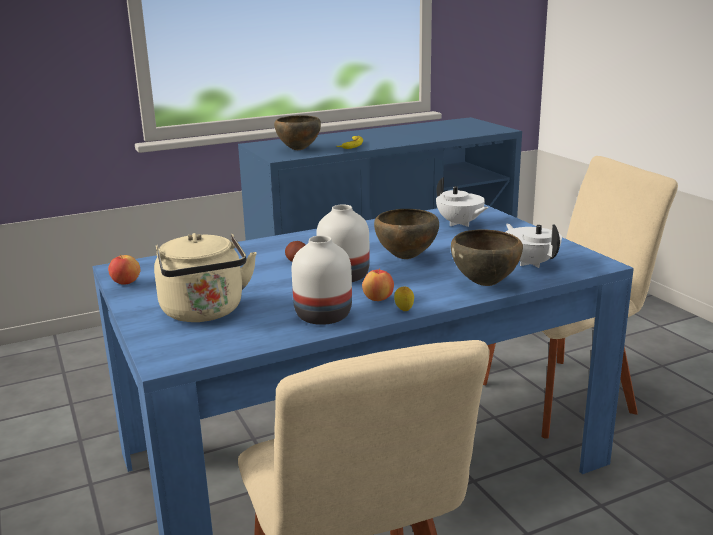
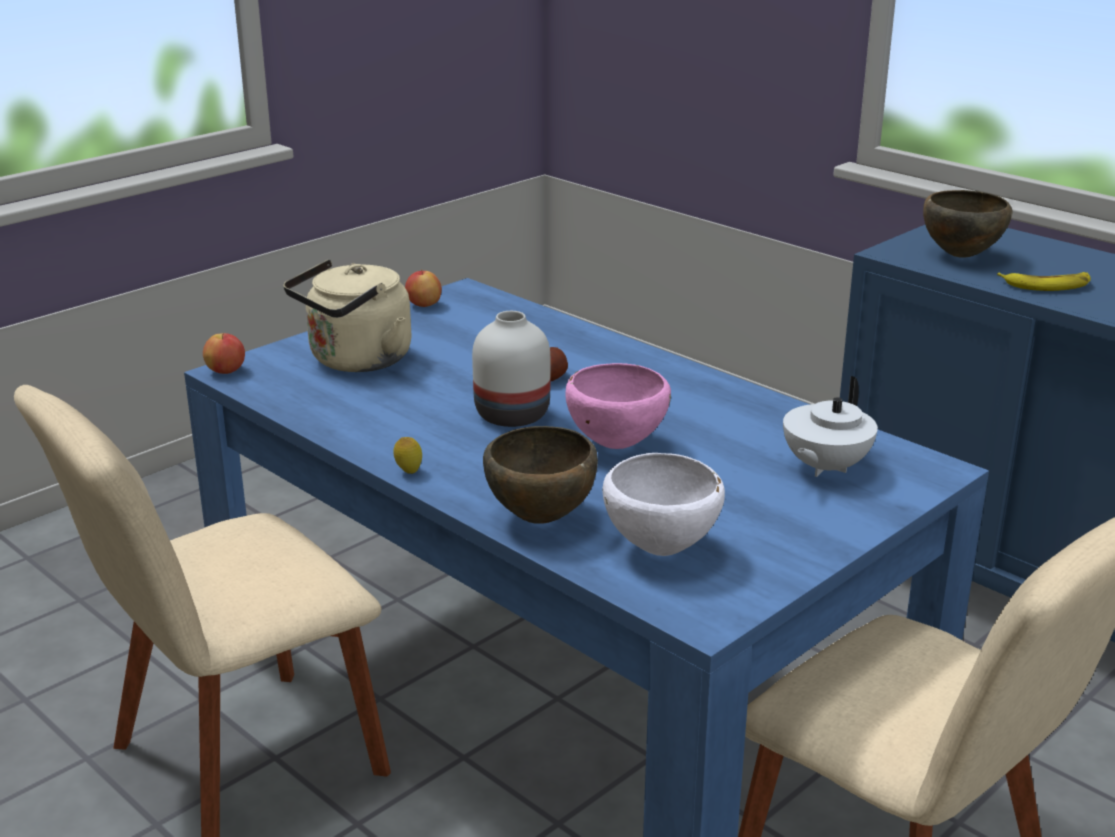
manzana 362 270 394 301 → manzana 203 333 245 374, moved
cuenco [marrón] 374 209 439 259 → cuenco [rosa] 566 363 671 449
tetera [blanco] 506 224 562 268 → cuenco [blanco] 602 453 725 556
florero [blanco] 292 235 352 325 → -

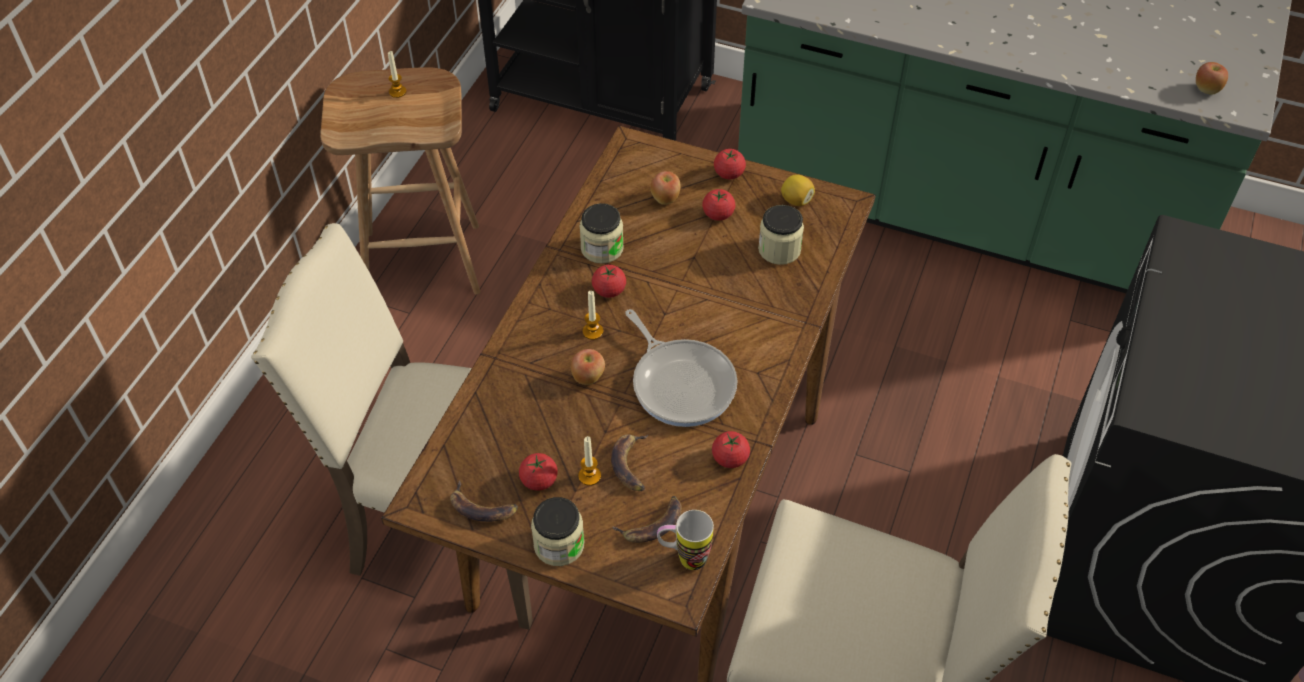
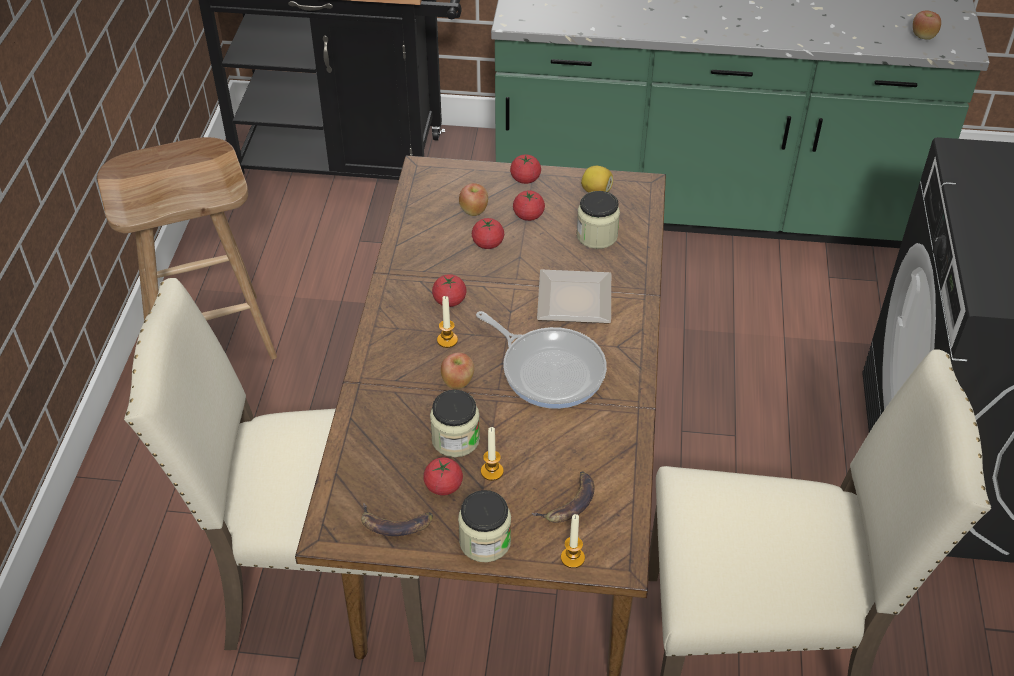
tarro 579 203 624 264 → tarro 430 390 480 457, moved
tomate 712 431 750 468 → tomate 472 218 504 249, moved
- → plato 537 270 611 324
vela 388 51 406 98 → vela 561 514 585 568, moved
plátano 611 434 648 491 → -
taza grande 657 510 714 570 → -

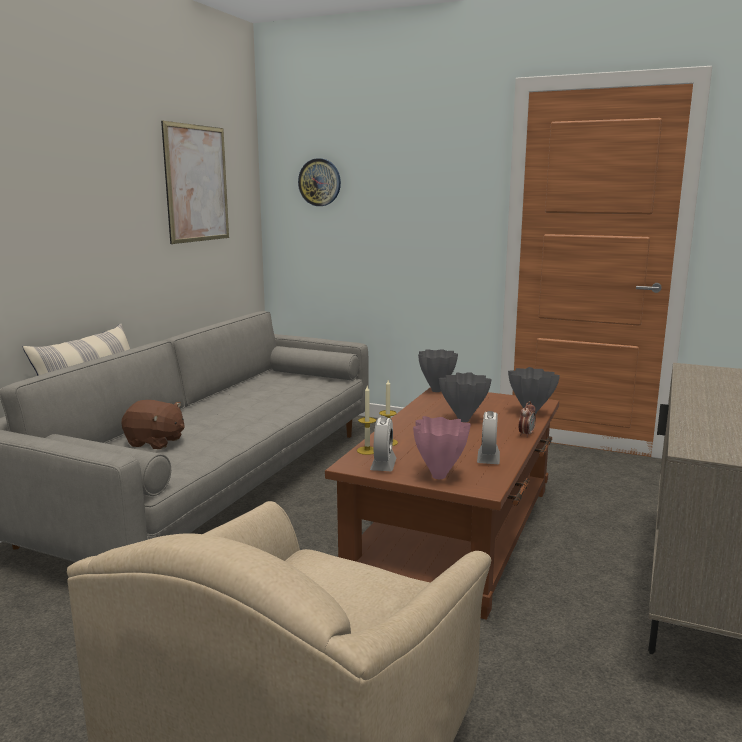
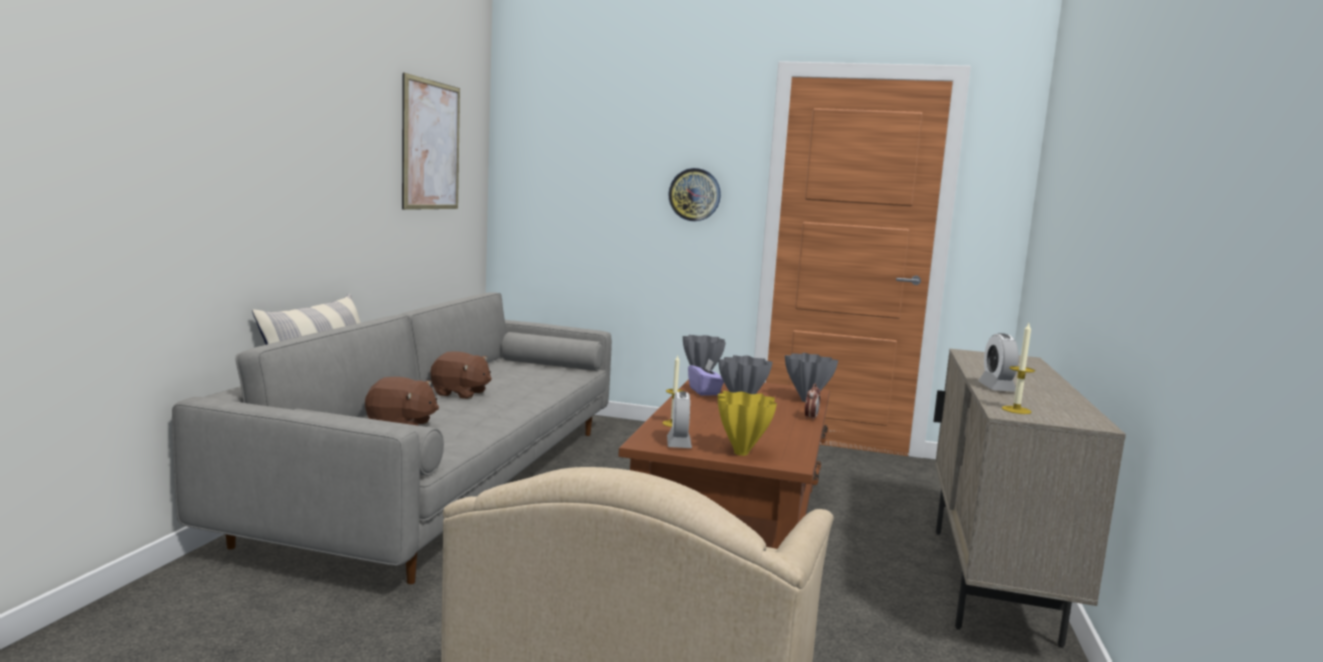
- → peluche [marrón] 430 352 492 399
reloj de pared 298 158 341 206 → reloj de pared 669 168 721 221, moved
- → caja de pañuelos [morado] 688 359 724 396
florero [rosa] 413 416 471 479 → florero [amarillo] 718 391 777 456
despertador 477 411 500 464 → despertador 978 333 1019 392, moved
vela 357 386 376 455 → vela 1002 323 1035 414, moved

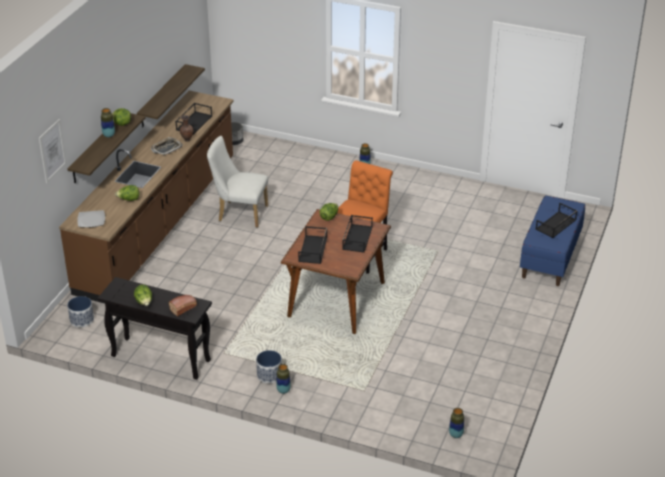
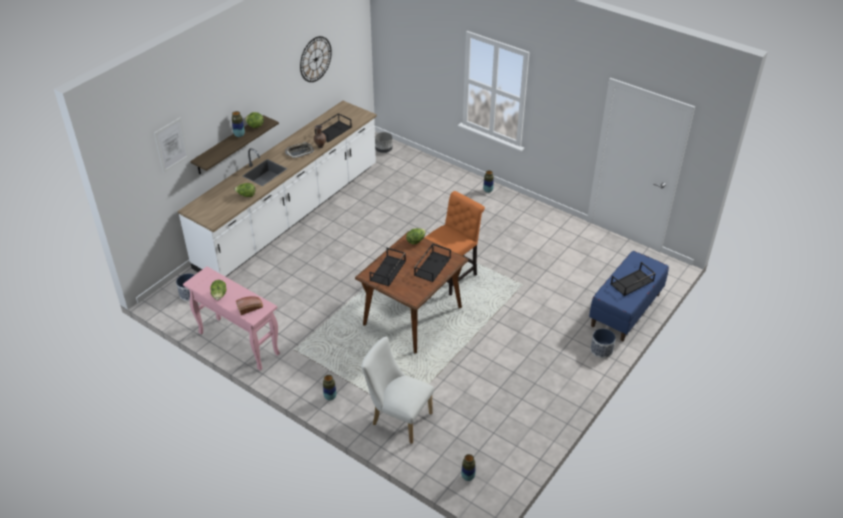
mueble bajo de cocina [marrón] 59 91 233 304 → mueble bajo de cocina [blanco] 178 101 377 277
mesa consola [negro] 98 277 212 380 → mesa consola [rosa] 183 266 280 371
- → reloj de pared 300 36 332 82
silla [blanco] 207 136 268 227 → silla [blanco] 362 337 434 444, moved
maceta 256 350 282 384 → maceta 590 329 616 358, moved
plato 77 210 105 228 → -
estante 137 64 205 127 → -

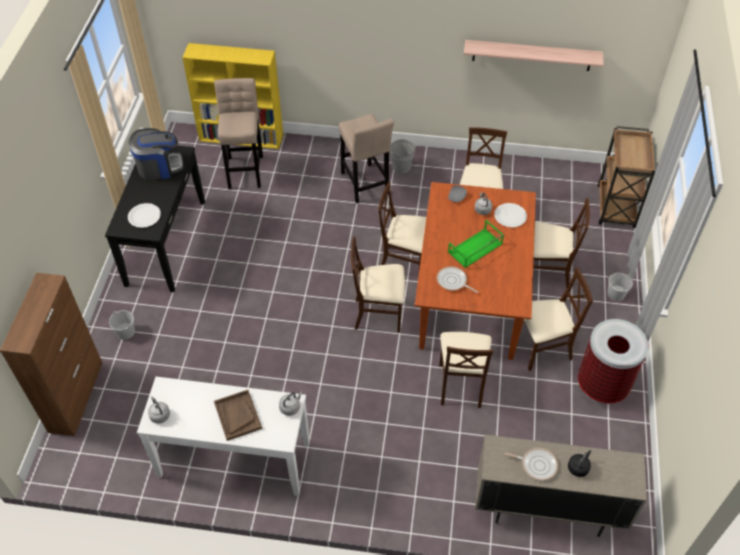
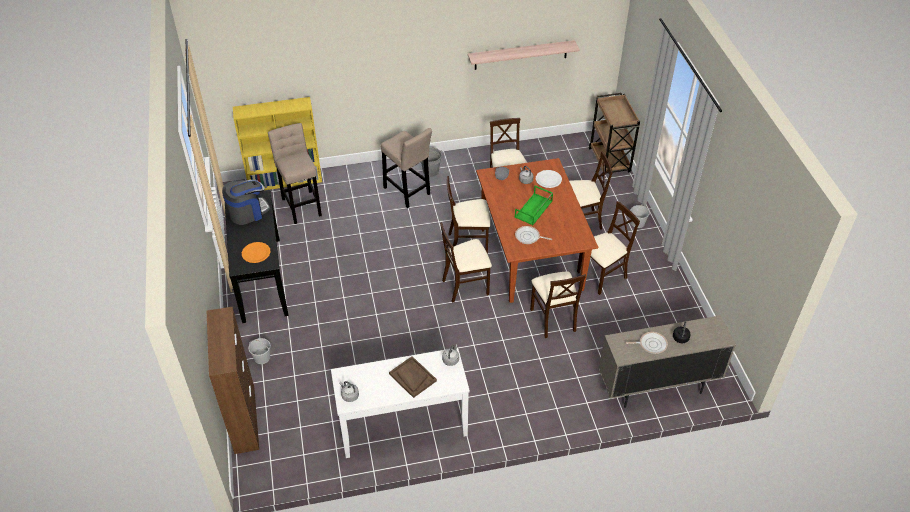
plato [blanco] 128 203 161 228 → plato [naranja] 242 242 270 263
papelera 578 319 648 404 → -

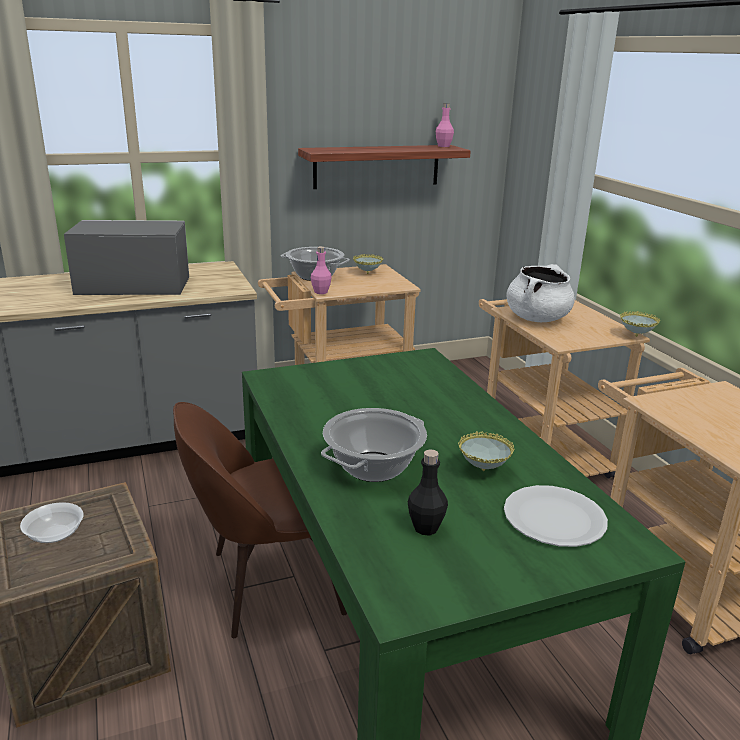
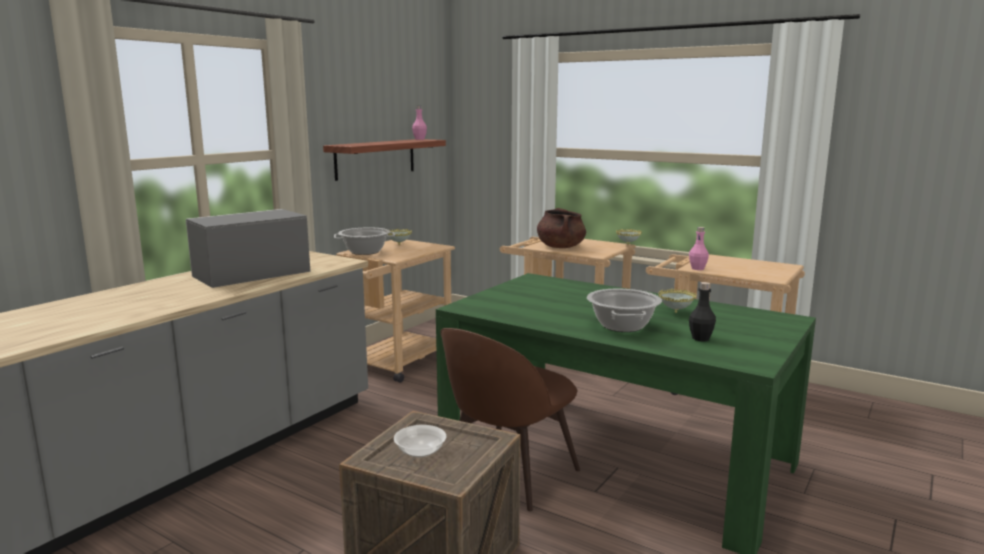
olla [blanco] 507 264 575 322 → olla [marrón] 537 208 586 248
botella [rosa] 311 246 332 294 → botella [rosa] 689 227 709 270, moved
plato [blanco] 504 485 608 547 → -

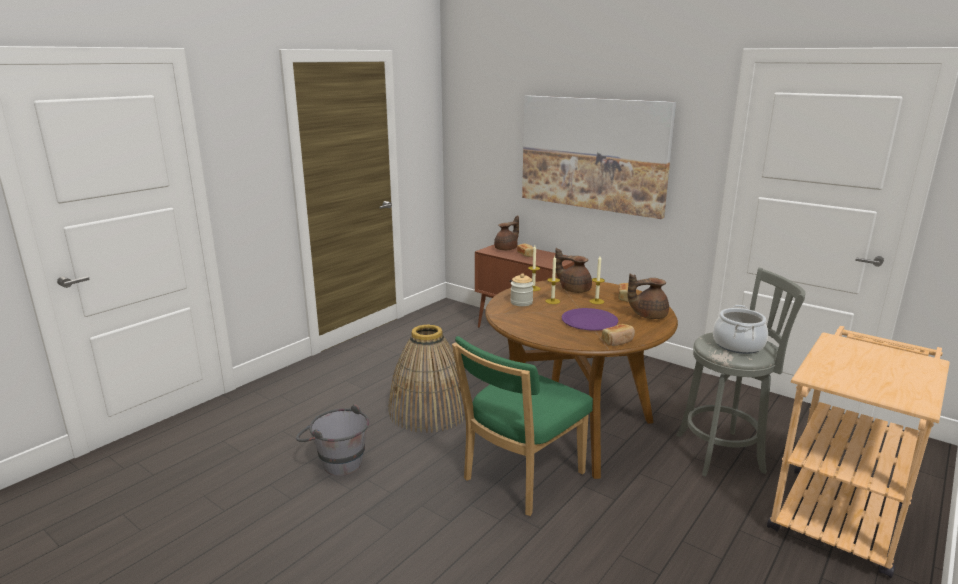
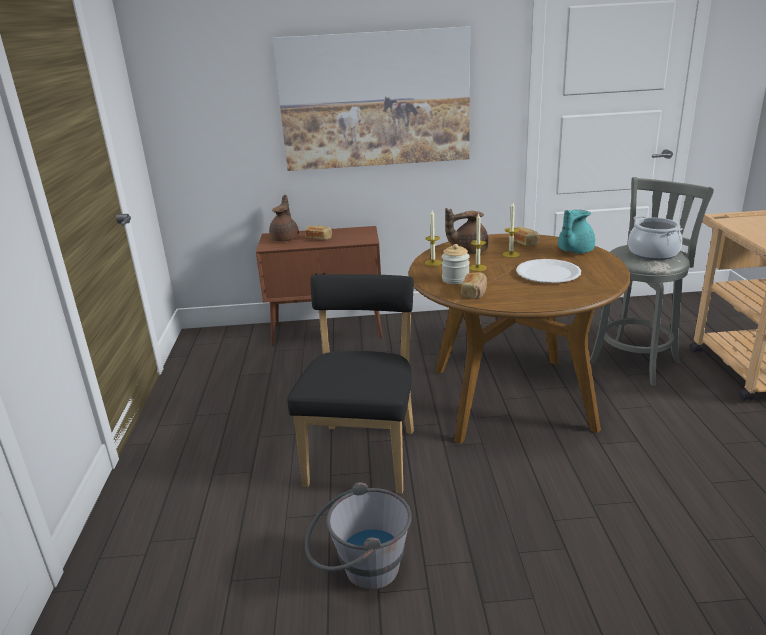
cesta 388 324 465 433 → silla [negro] 287 274 414 494
pan 601 324 635 346 → pan 461 272 487 299, moved
plato [morado] 562 308 618 331 → plato [blanco] 516 259 581 283
tetera [marrón] 628 274 669 319 → tetera [turquesa] 558 210 595 254
silla [verde] 452 336 593 516 → -

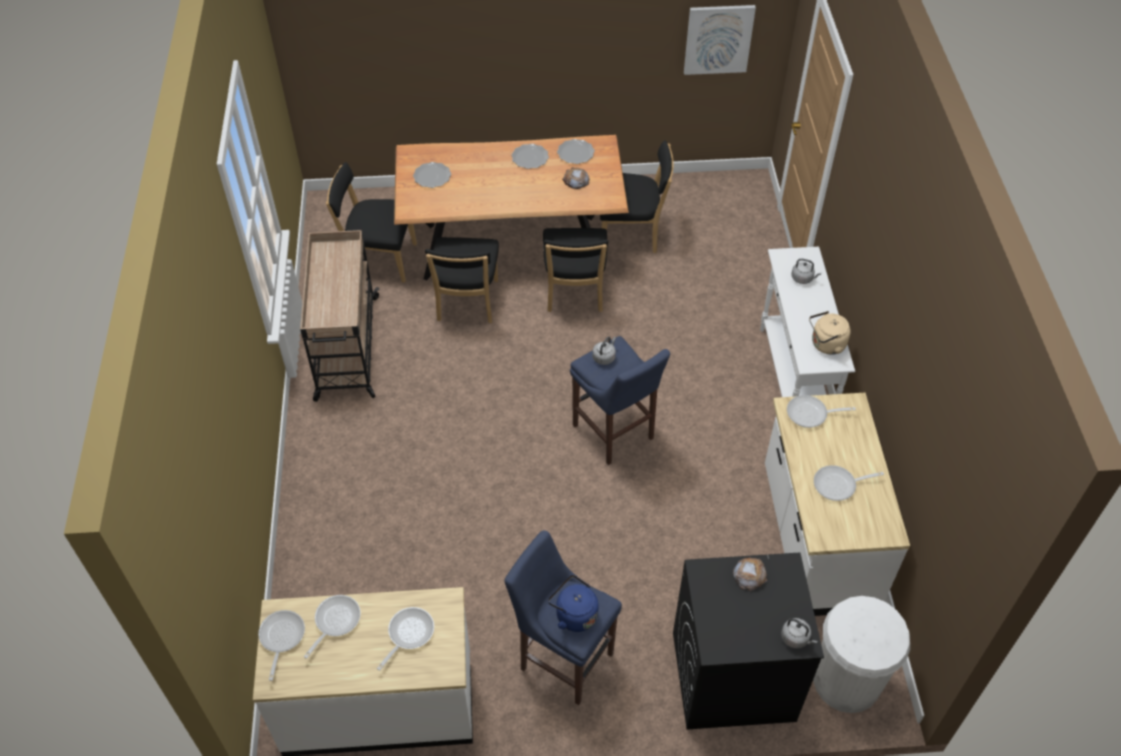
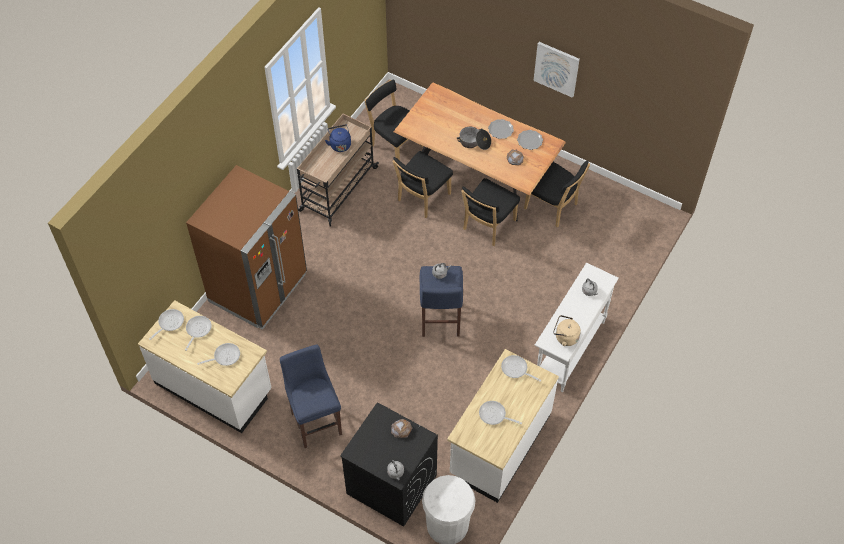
sartén 304 595 361 659 → sartén 185 316 212 351, 45 degrees counterclockwise
- → nevera [marrón] 186 165 307 330
hervidor [azul] 548 575 599 632 → hervidor [azul] 325 125 351 152, moved
- → olla 456 127 491 150
cuadro 684 5 756 75 → cuadro 533 42 580 98, moved
plato 413 162 451 188 → -

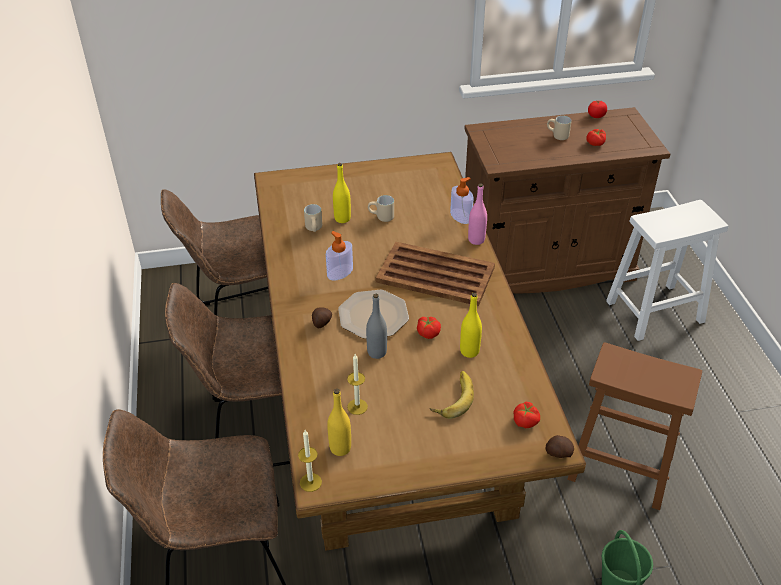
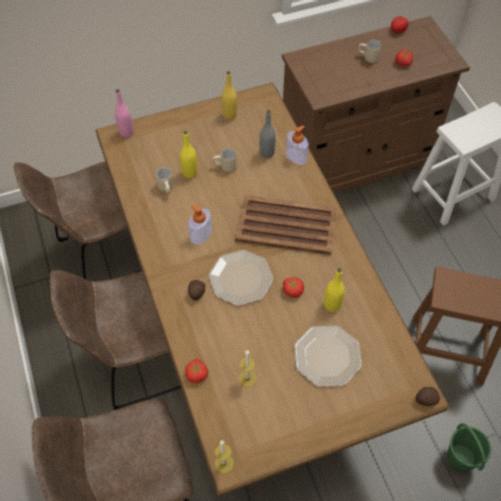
botella [rosa] 468 183 487 245 → botella [rosa] 115 89 134 137, moved
tomate 513 402 540 428 → tomate 185 359 208 383, moved
botella [amarillo] 327 389 351 456 → botella [amarillo] 222 71 237 120, moved
botella [gris] 366 294 387 359 → botella [gris] 260 110 276 158, moved
plátano 430 371 474 419 → plato 294 326 362 387

